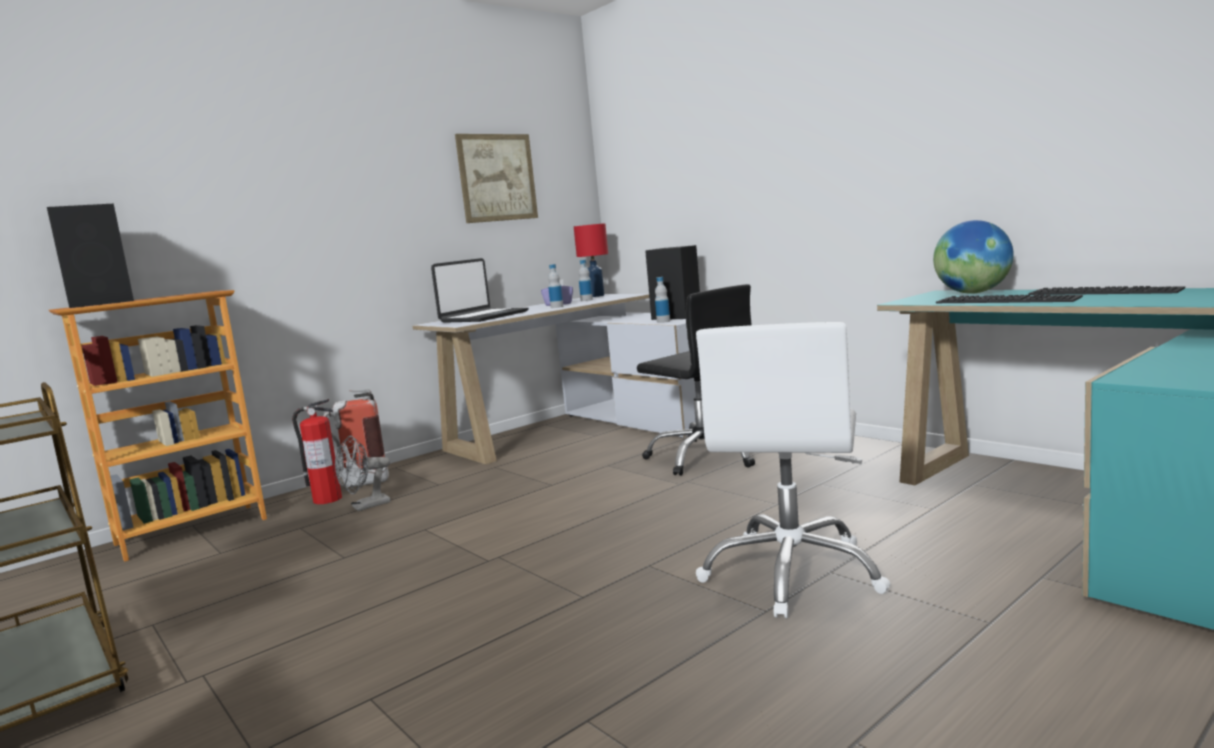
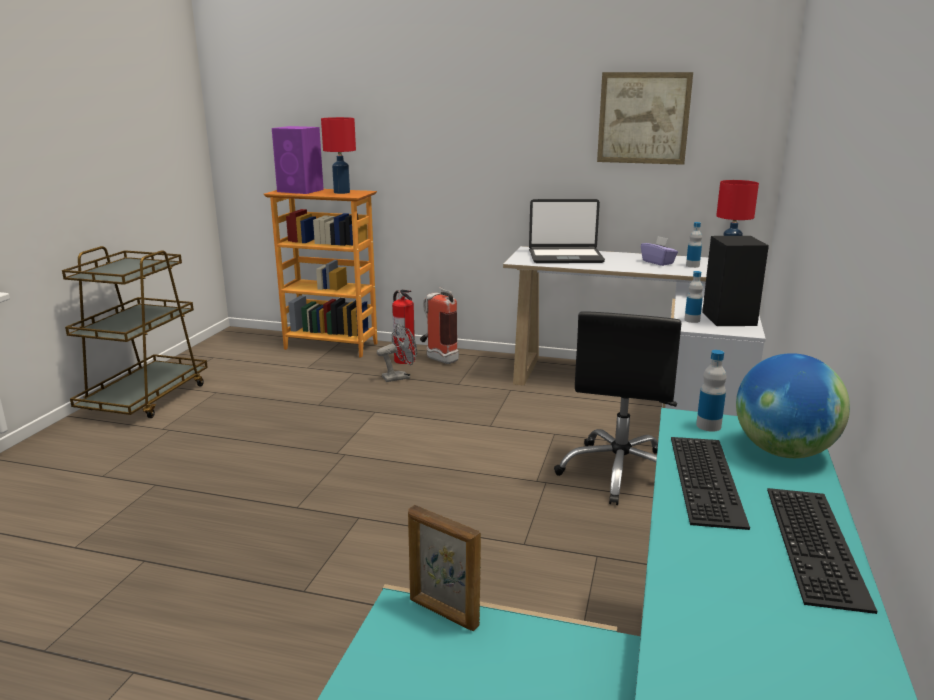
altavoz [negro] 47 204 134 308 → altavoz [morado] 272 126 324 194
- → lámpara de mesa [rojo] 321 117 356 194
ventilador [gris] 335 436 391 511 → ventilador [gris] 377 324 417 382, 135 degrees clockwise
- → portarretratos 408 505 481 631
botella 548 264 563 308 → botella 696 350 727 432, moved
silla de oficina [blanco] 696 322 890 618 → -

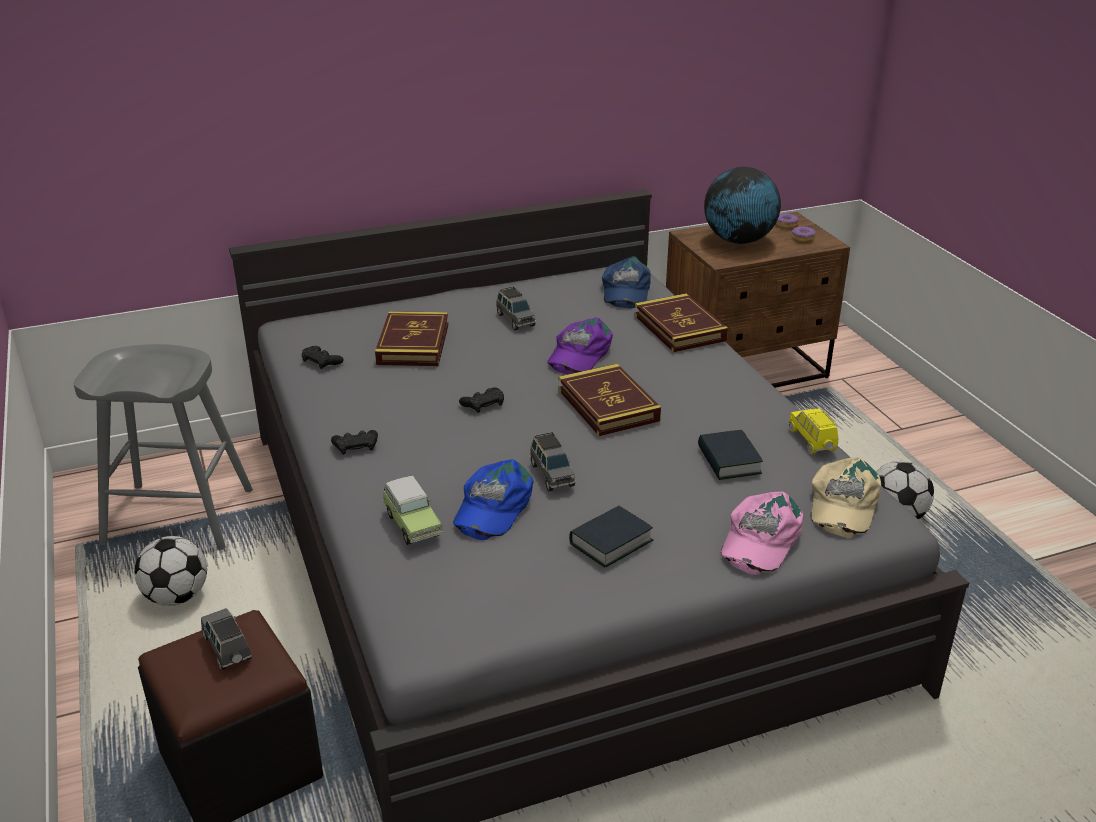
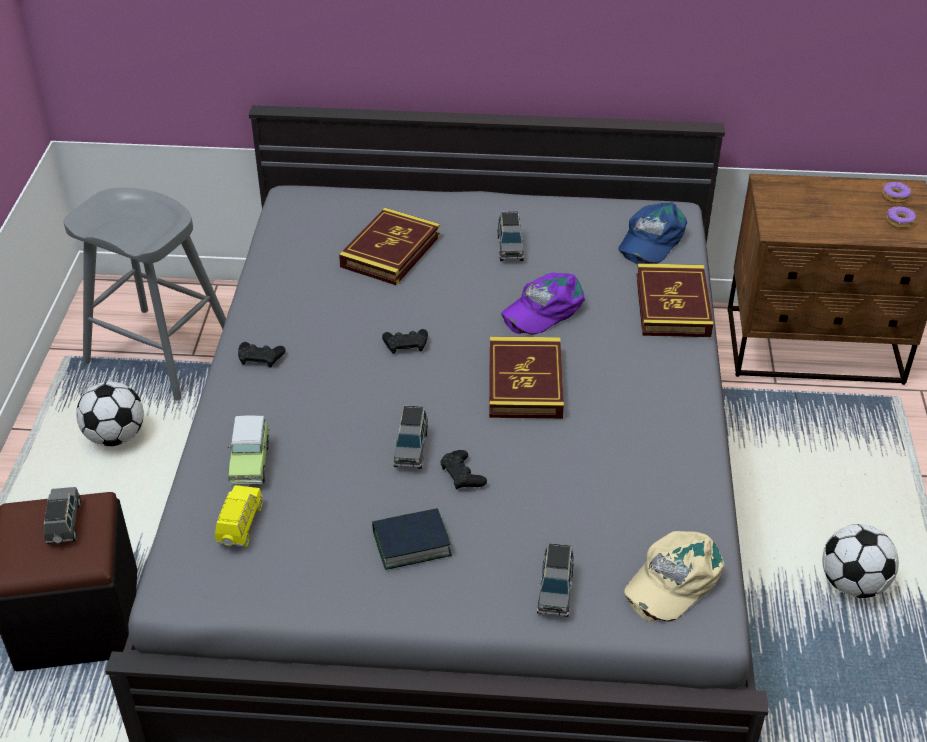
coche de juguete [amarillo] 789 408 838 454 → coche de juguete [amarillo] 215 485 263 547, moved
mando de consola [negro] 302 346 344 369 → mando de consola [negro] 441 450 487 489, moved
gorra [rosa] 721 492 804 575 → coche de juguete [gris] 537 543 574 617
gorra [azul] 453 459 534 540 → -
libro 698 430 763 480 → -
globo terráqueo 704 167 781 244 → -

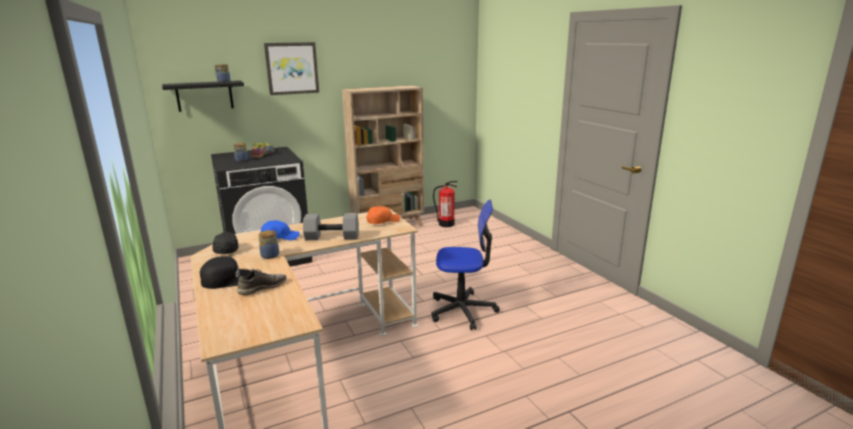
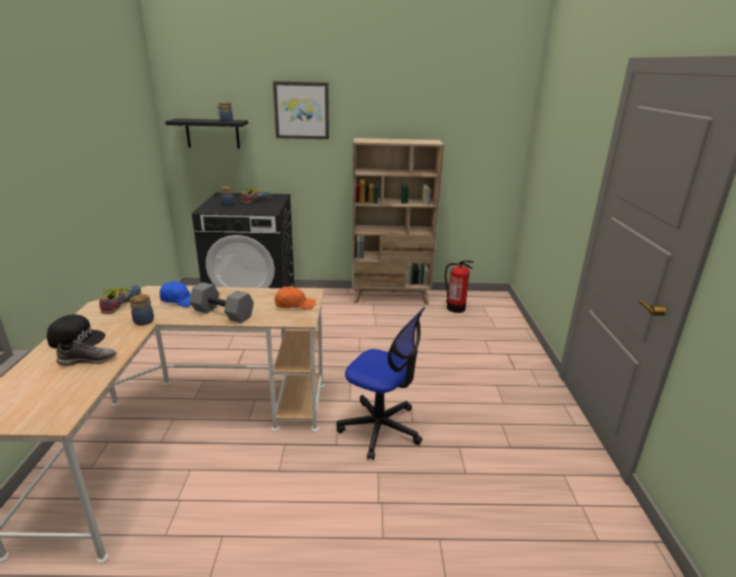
gorra [negro] 213 232 239 254 → zapato 99 286 141 314

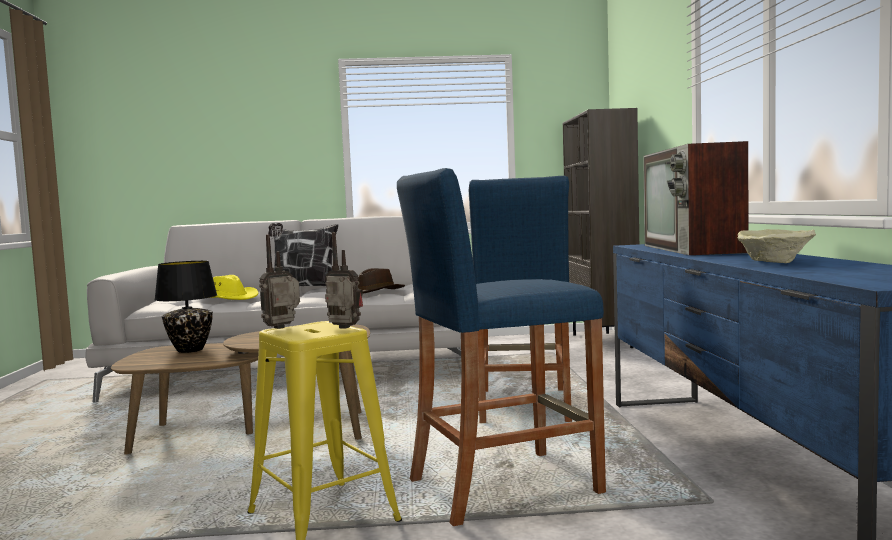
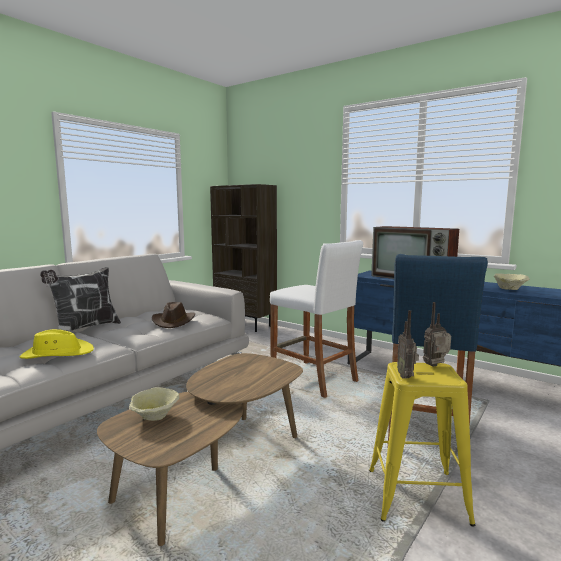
lámpara de mesa [negro] 154 261 217 353 → cuenco [beis] 129 387 179 421
taburete [azul] 469 176 572 423 → taburete [blanco] 270 240 363 398

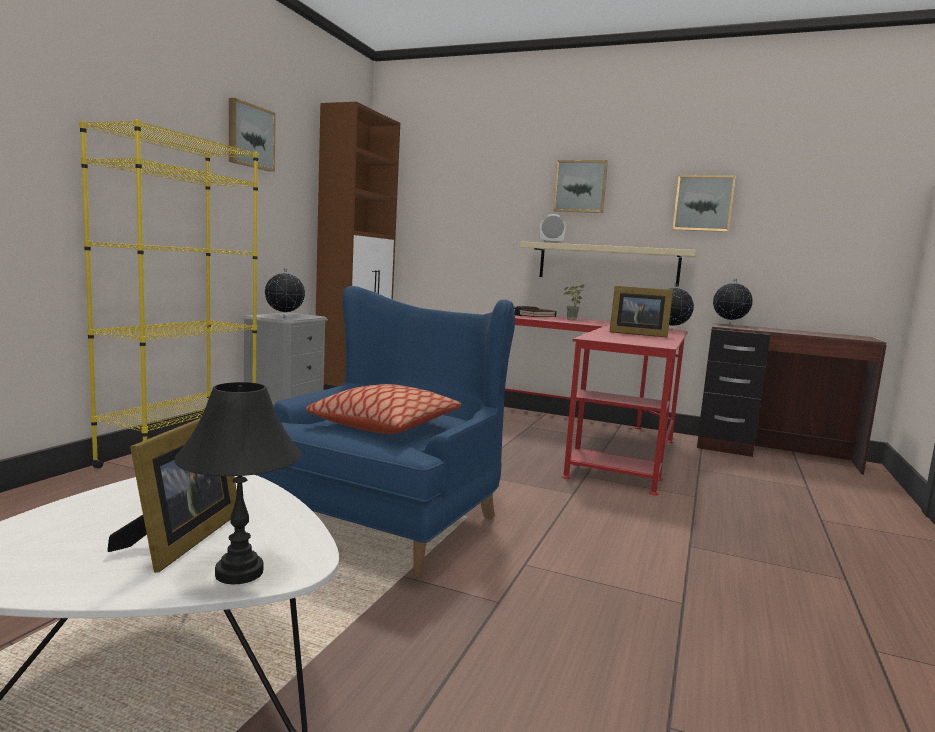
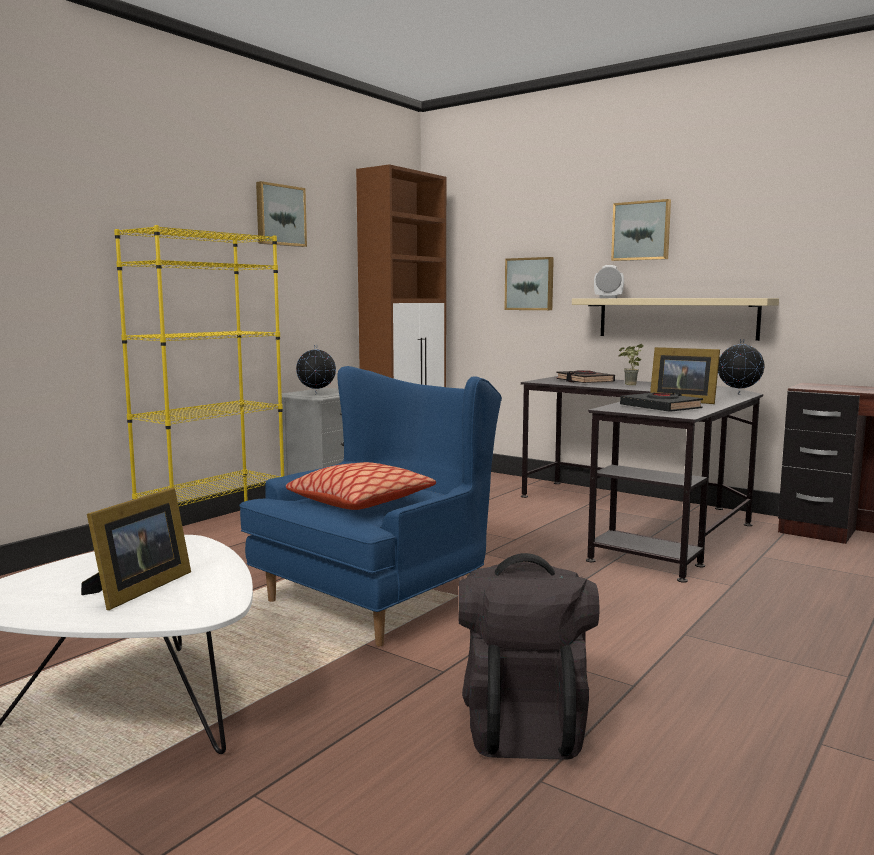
- → mochila [negro] 459 553 599 760
cuadro 673 175 736 232 → cuadro 505 257 554 310, moved
escritorio [rojo] 480 312 688 495 → escritorio [negro] 521 376 763 583
- → libro [negro] 620 392 703 412
lámpara de mesa [negro] 174 382 301 585 → -
globo terráqueo 713 279 753 325 → -

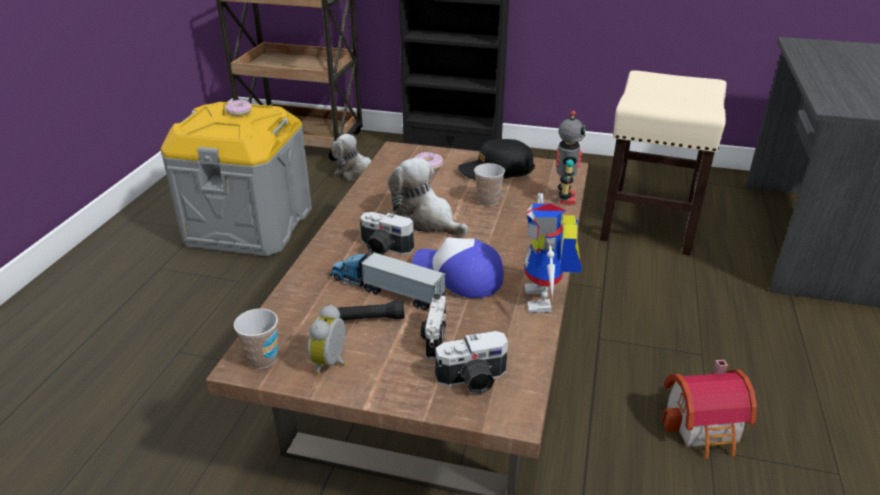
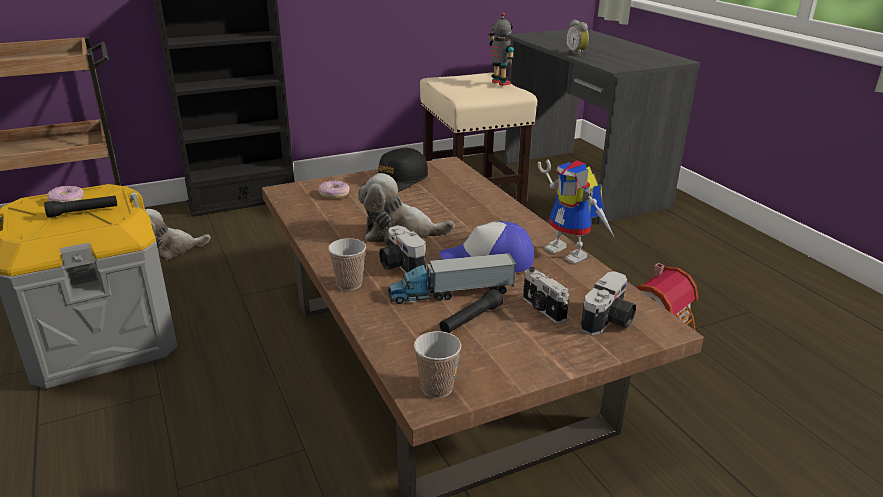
- → linterna [negro] 44 195 117 217
taza 474 163 505 206 → taza 328 238 366 291, moved
cámara 360 212 414 255 → cámara 379 225 426 273, 75 degrees clockwise
robot de juguete 556 111 585 205 → robot de juguete 488 12 514 86, moved
despertador 307 304 346 375 → despertador 566 20 589 56, moved

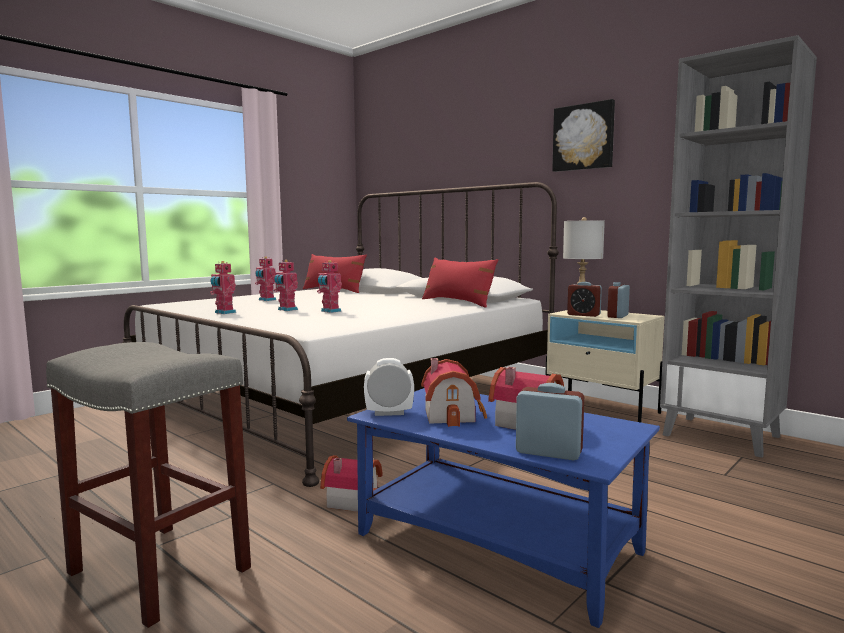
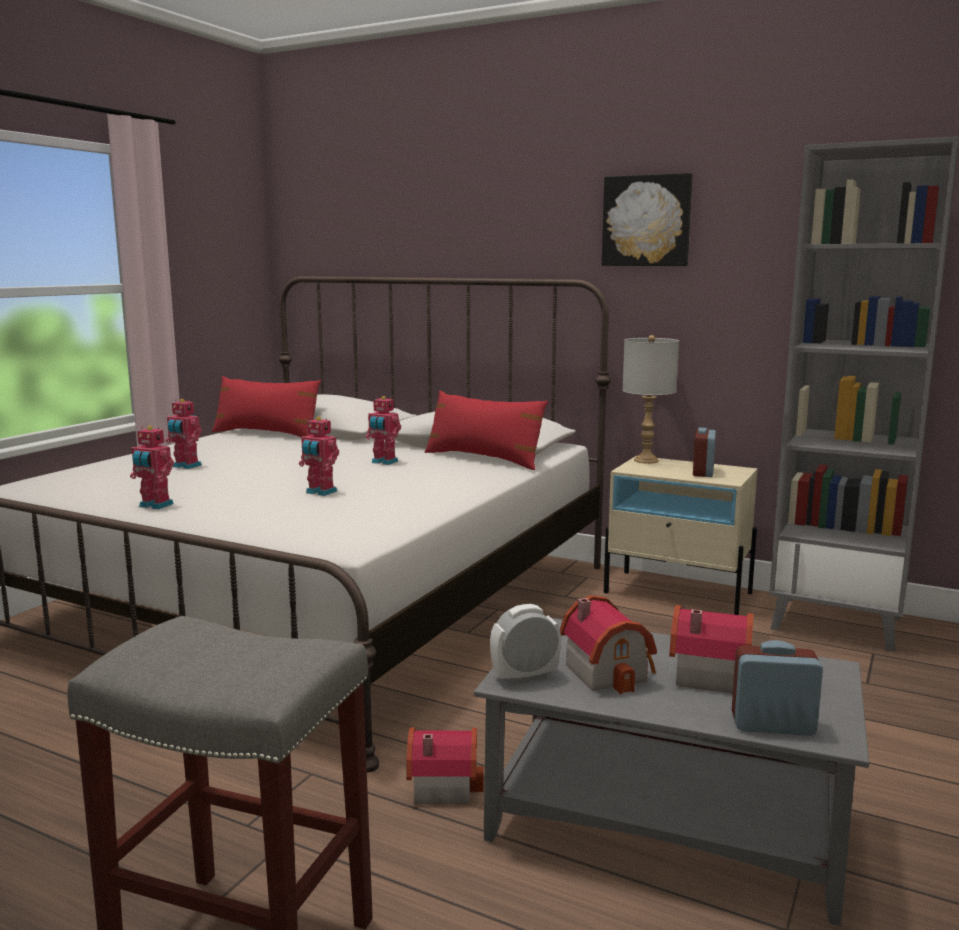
robot de juguete 274 260 298 311 → robot de juguete 366 396 401 465, moved
mesa de centro [azul] 347 388 660 628 → mesa de centro [gris] 474 618 869 926
despertador 567 282 602 317 → -

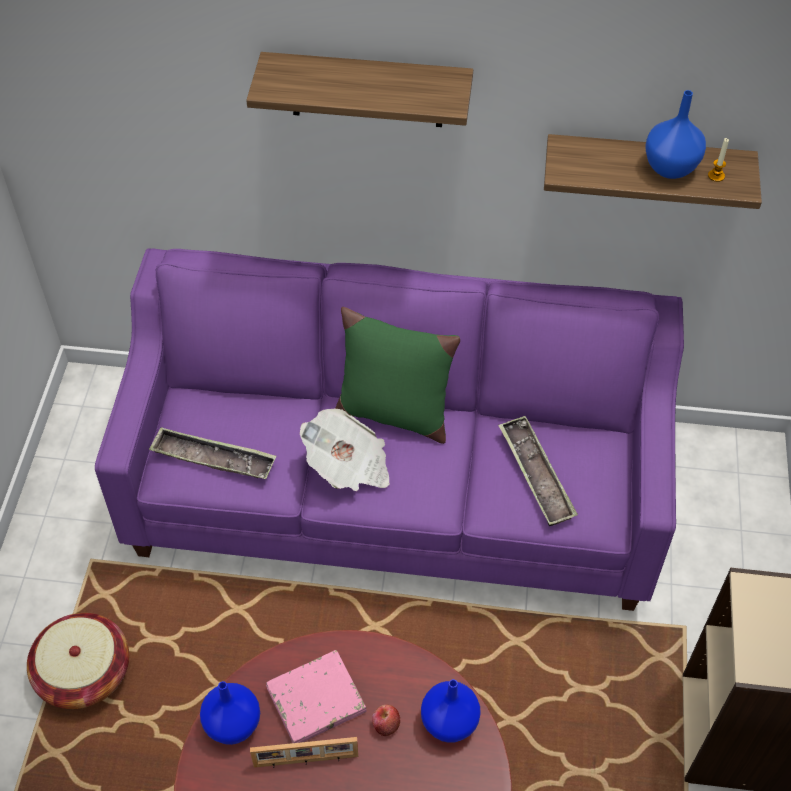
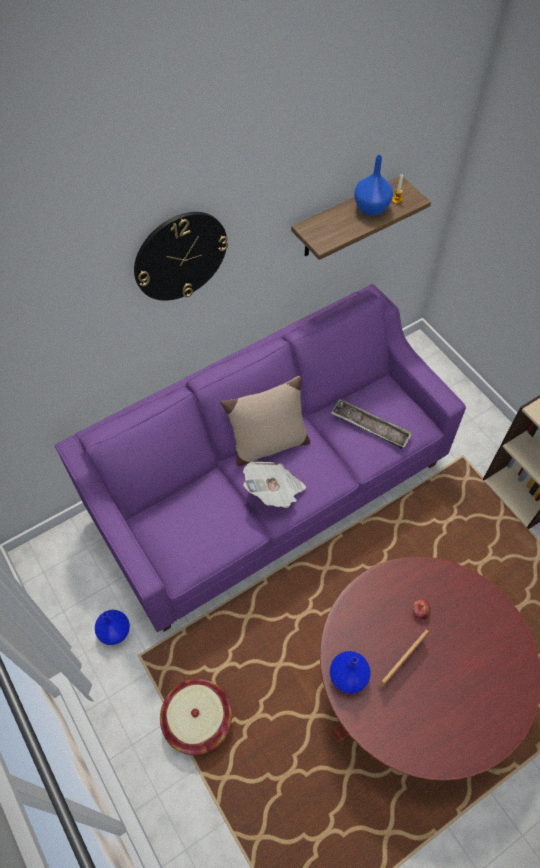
florero [azul] 421 679 481 743 → florero [azul] 95 610 130 645, moved
estante 246 52 473 127 → reloj de pared 134 212 228 301
cojín [verde] 335 307 460 444 → cojín [beis] 220 376 310 466
bandeja 149 427 276 479 → -
libro [rosa] 266 650 366 743 → -

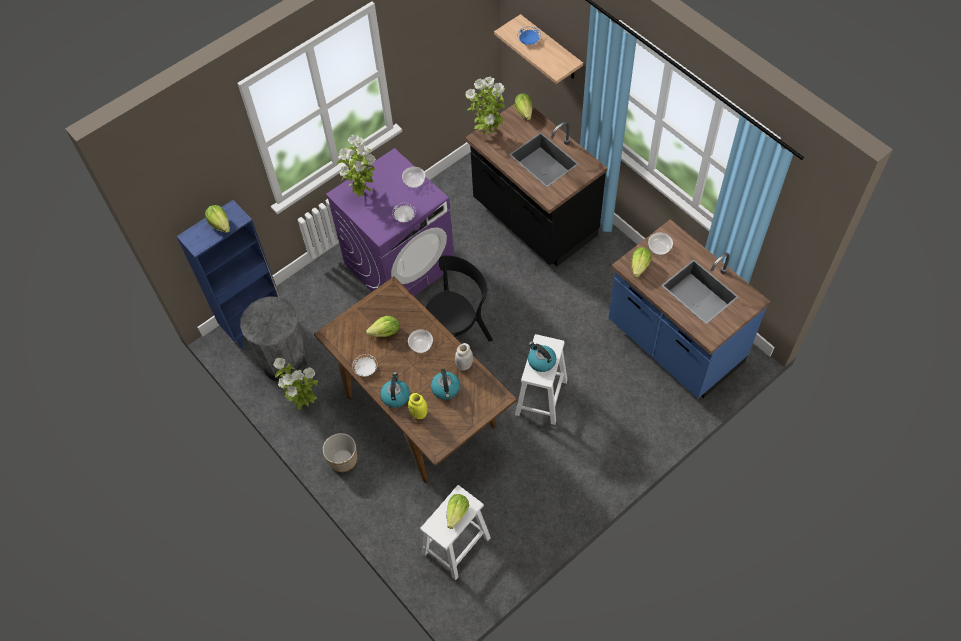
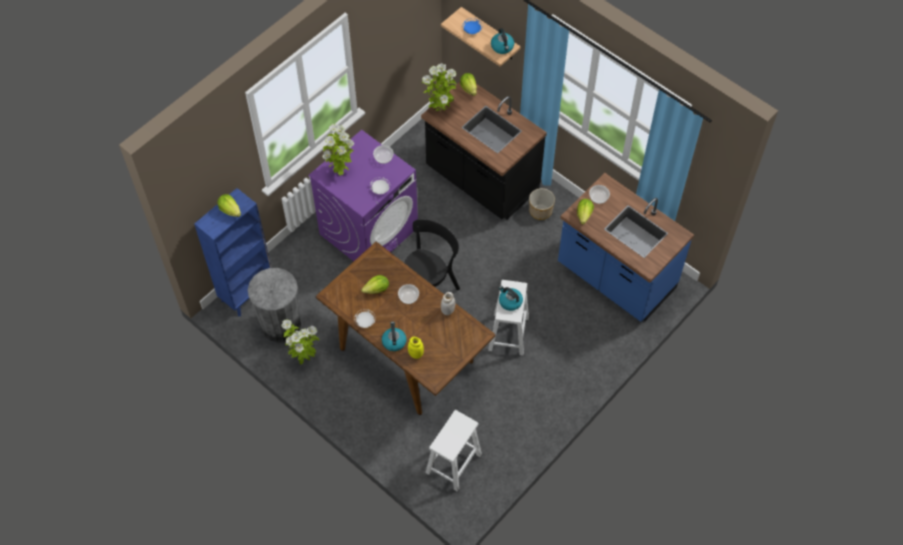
hervidor 431 369 460 400 → hervidor 491 28 514 54, moved
maceta 323 433 357 472 → maceta 529 188 555 220, moved
lechuga 447 494 469 529 → -

